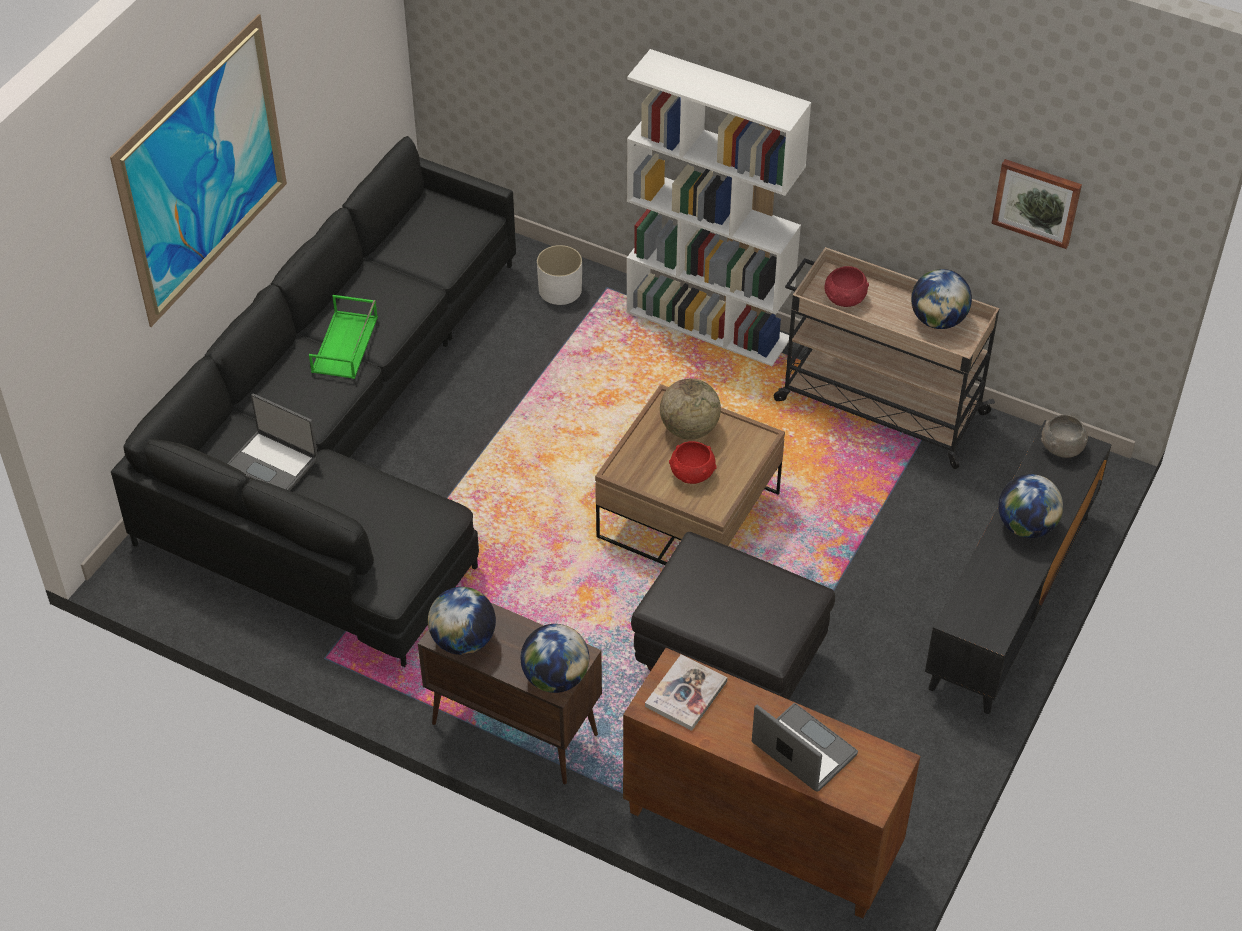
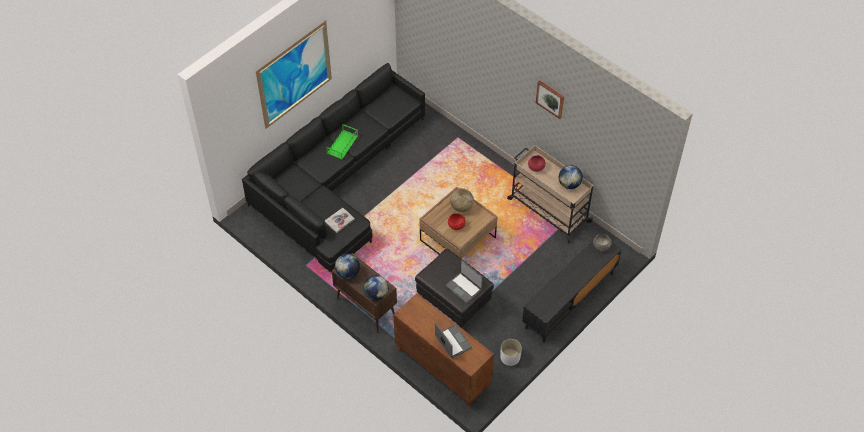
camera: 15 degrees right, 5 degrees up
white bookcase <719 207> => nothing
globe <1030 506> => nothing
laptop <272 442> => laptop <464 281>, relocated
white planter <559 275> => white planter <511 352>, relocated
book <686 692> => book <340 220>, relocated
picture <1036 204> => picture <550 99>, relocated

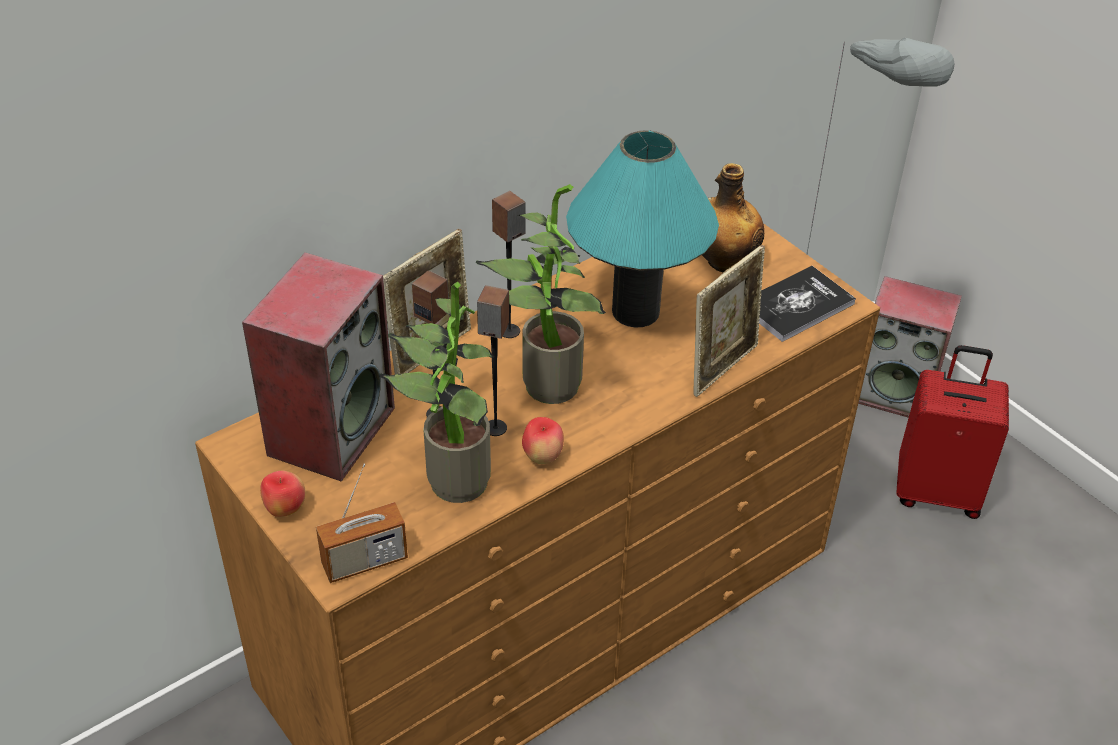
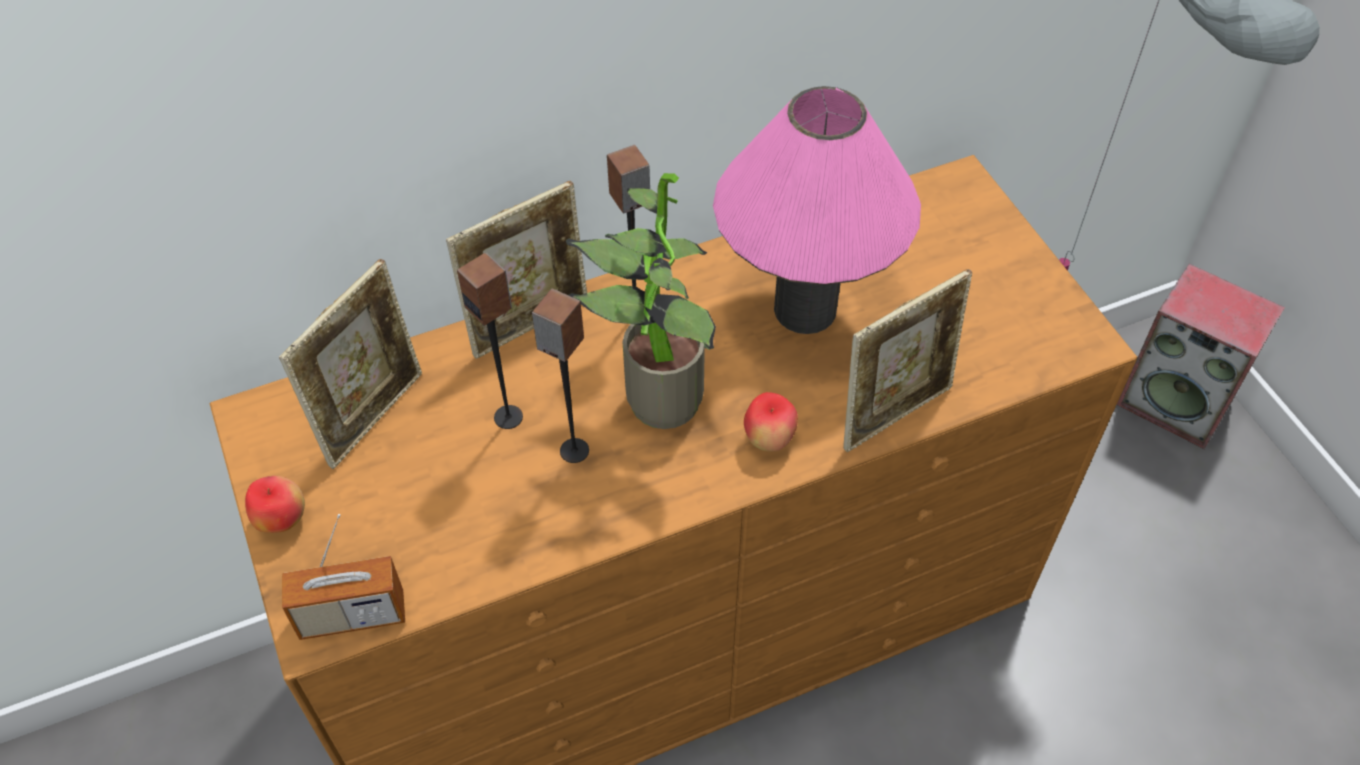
camera: 15 degrees right, 10 degrees up
potted plant <437 392> => nothing
bottle <733 217> => nothing
book <807 304> => nothing
red suitcase <952 432> => nothing
apple <543 440> => apple <771 422>, relocated
speaker <318 366> => picture frame <350 364>
turquoise table lamp <642 228> => pink table lamp <817 210>

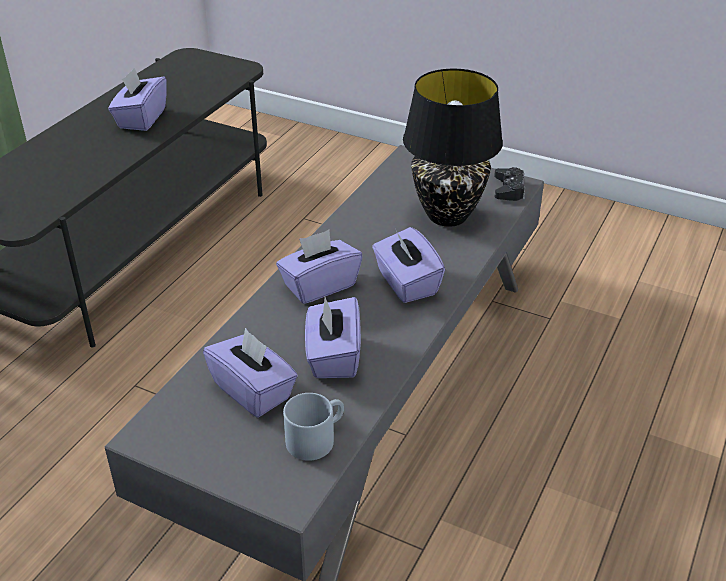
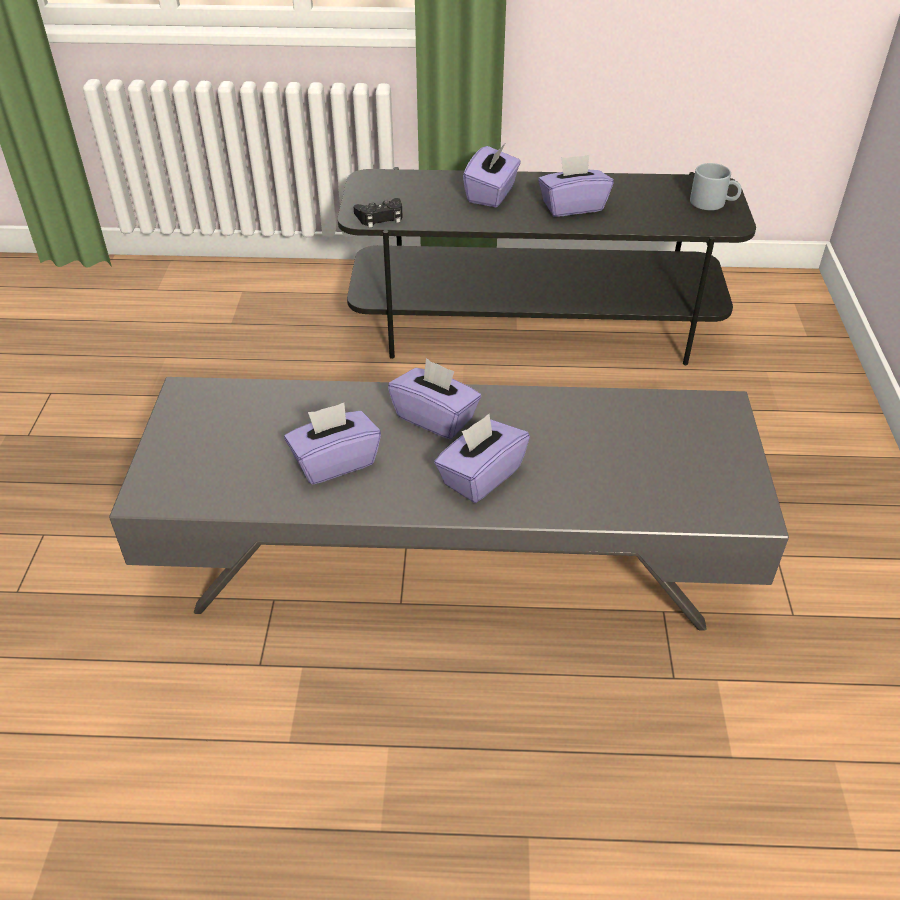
camera: 65 degrees right, 5 degrees up
black table lamp <453 148> => nothing
purple tissue box <250 372> => purple tissue box <492 175>, relocated
grey mug <313 427> => grey mug <716 186>, relocated
black game controller <509 184> => black game controller <378 213>, relocated

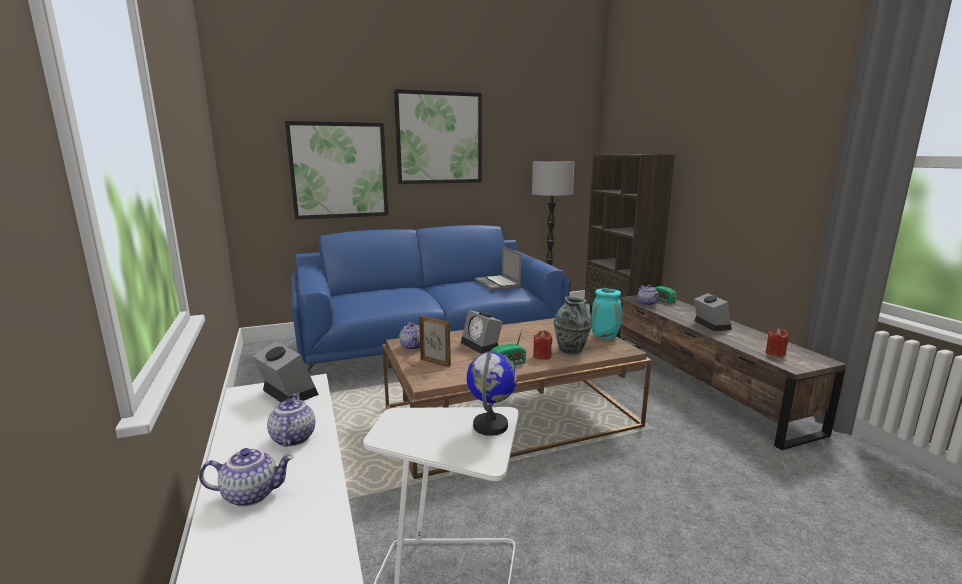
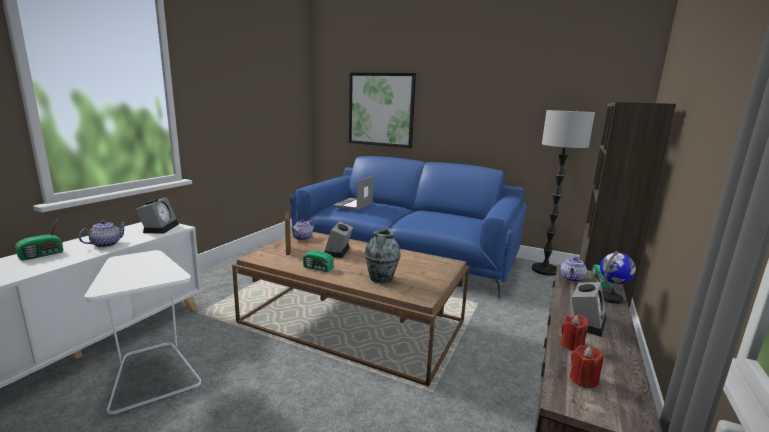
camera: 45 degrees right, 0 degrees up
picture <438 136> => nothing
turquoise vase <606 313> => nothing
globe <492 394> => globe <618 277>, relocated
laptop <498 268> => laptop <353 193>, relocated
red candle <542 345> => red candle <574 333>, relocated
teapot <246 477> => radio <39 239>

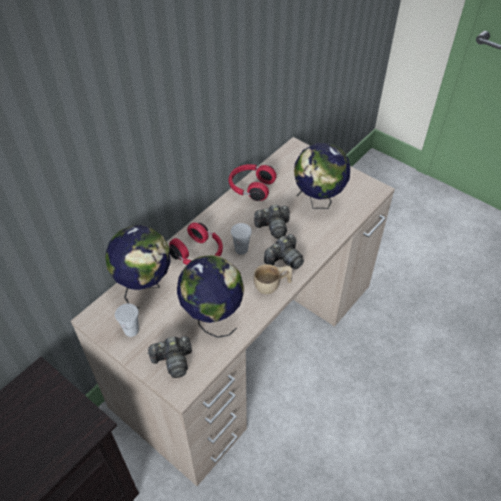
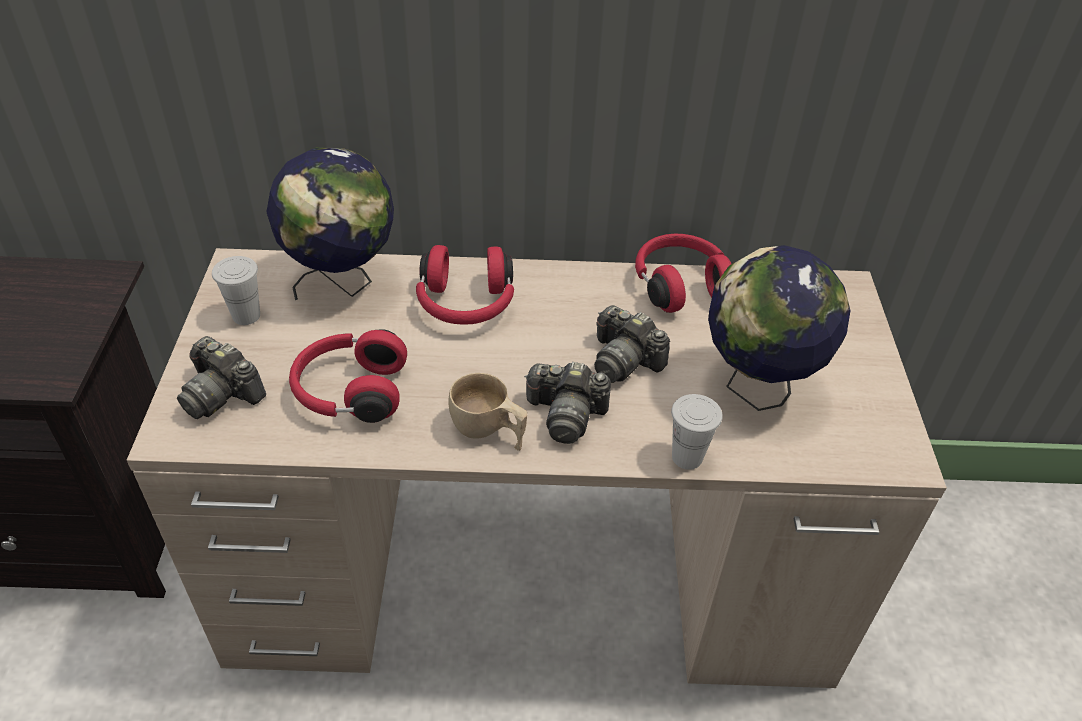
camera: 50 degrees right, 5 degrees down
white cup <241 239> => white cup <697 432>, relocated
globe <210 296> => red headphones <348 376>

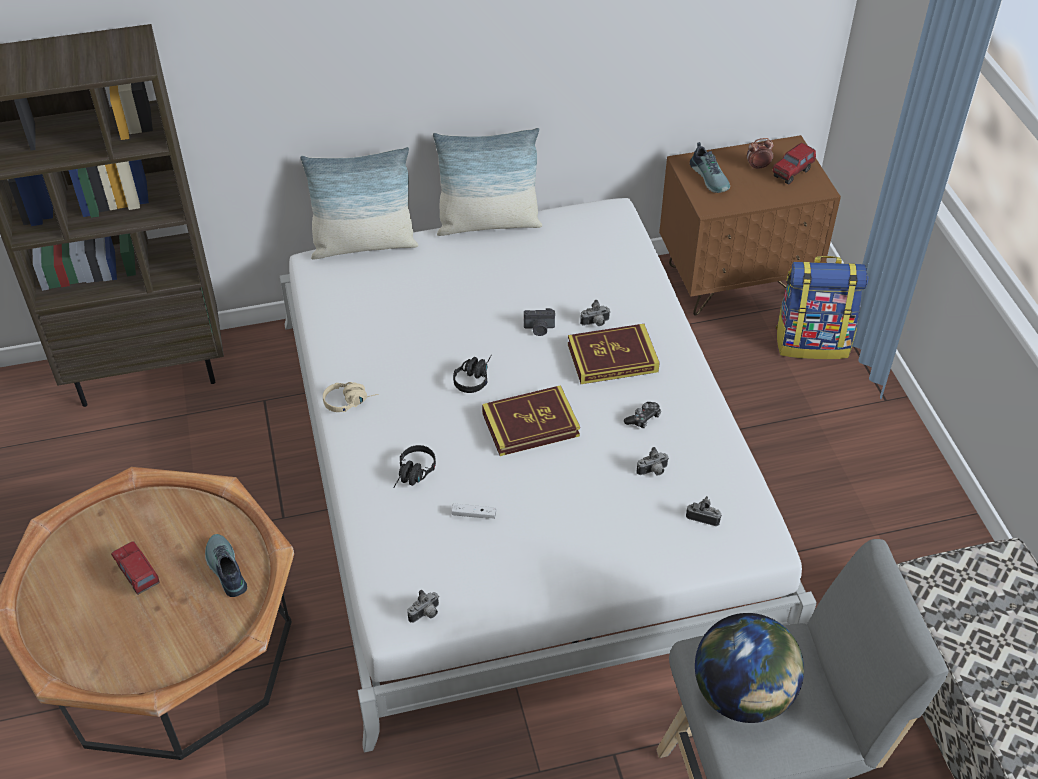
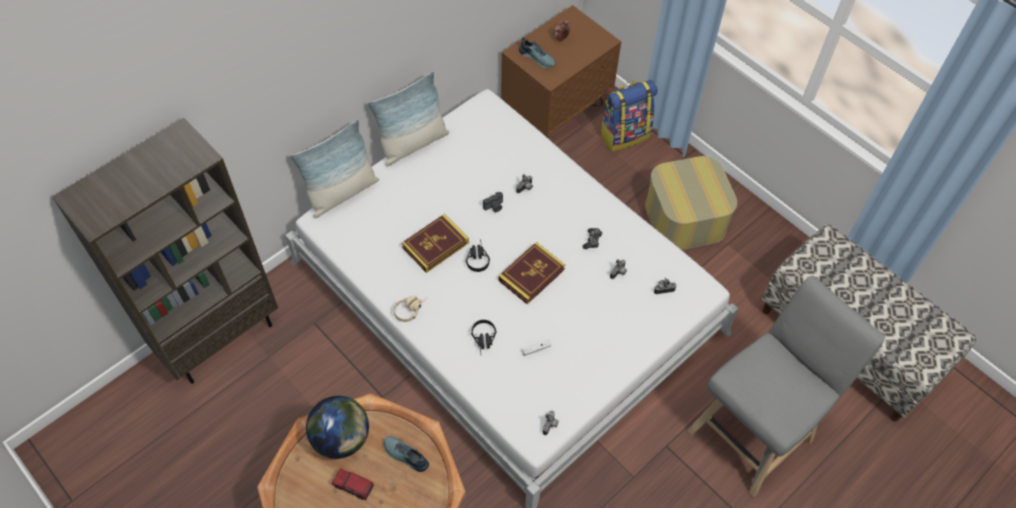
camera: 30 degrees left, 10 degrees up
toy truck <794 164> => nothing
nothing => ottoman <691 203>
book <614 354> => book <435 243>, relocated
globe <749 668> => globe <337 427>, relocated

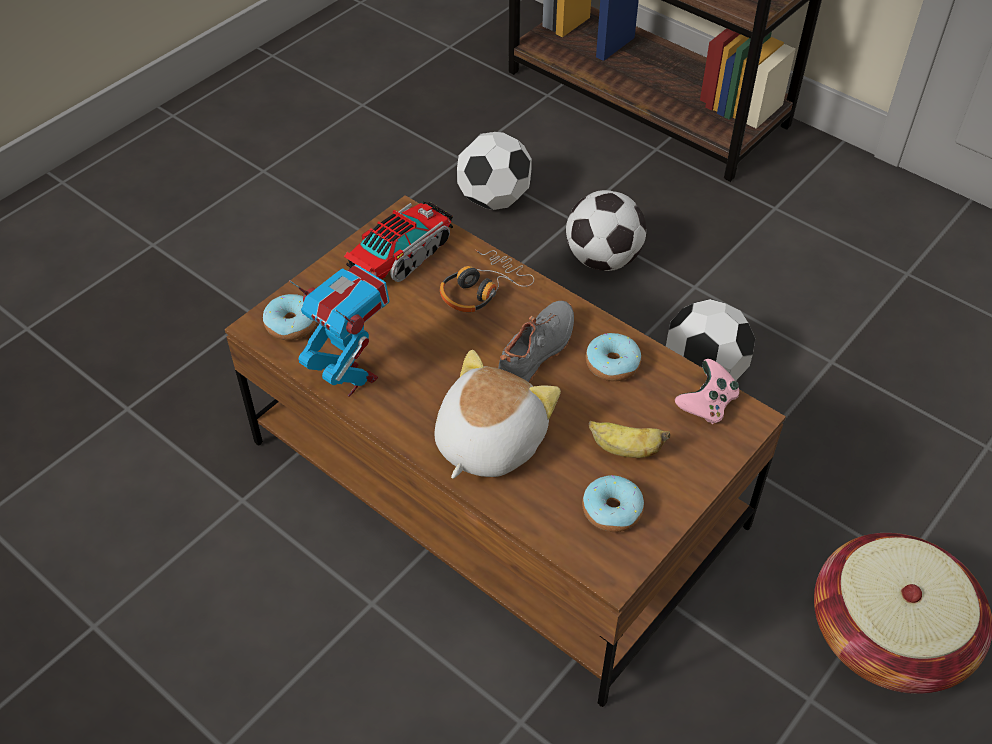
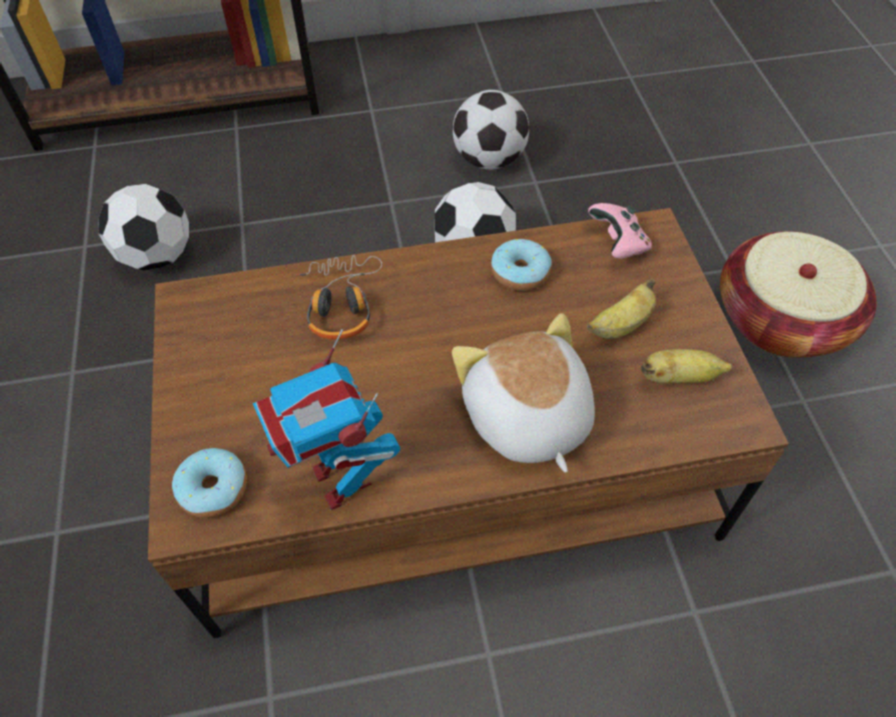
camera: 50 degrees left, 5 degrees up
toy truck <398 241> => nothing
grey shoe <536 341> => nothing
football <606 230> => football <491 130>, relocated
donut <613 503> => banana <687 366>
toy robot <339 330> => toy robot <326 419>, 105 degrees counterclockwise

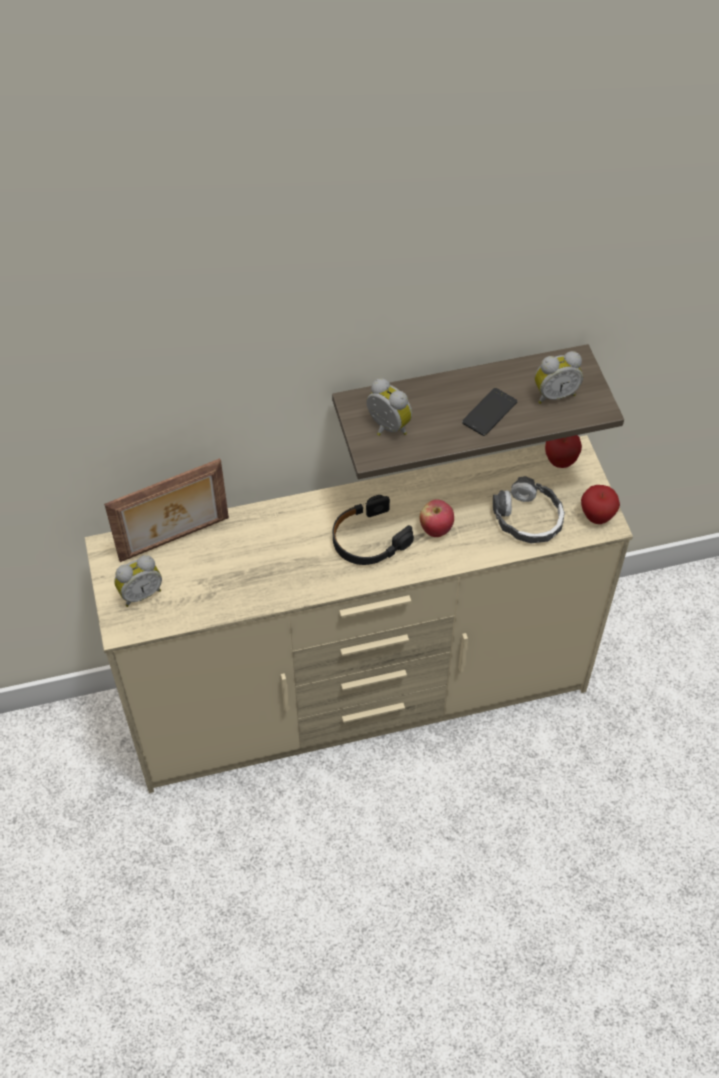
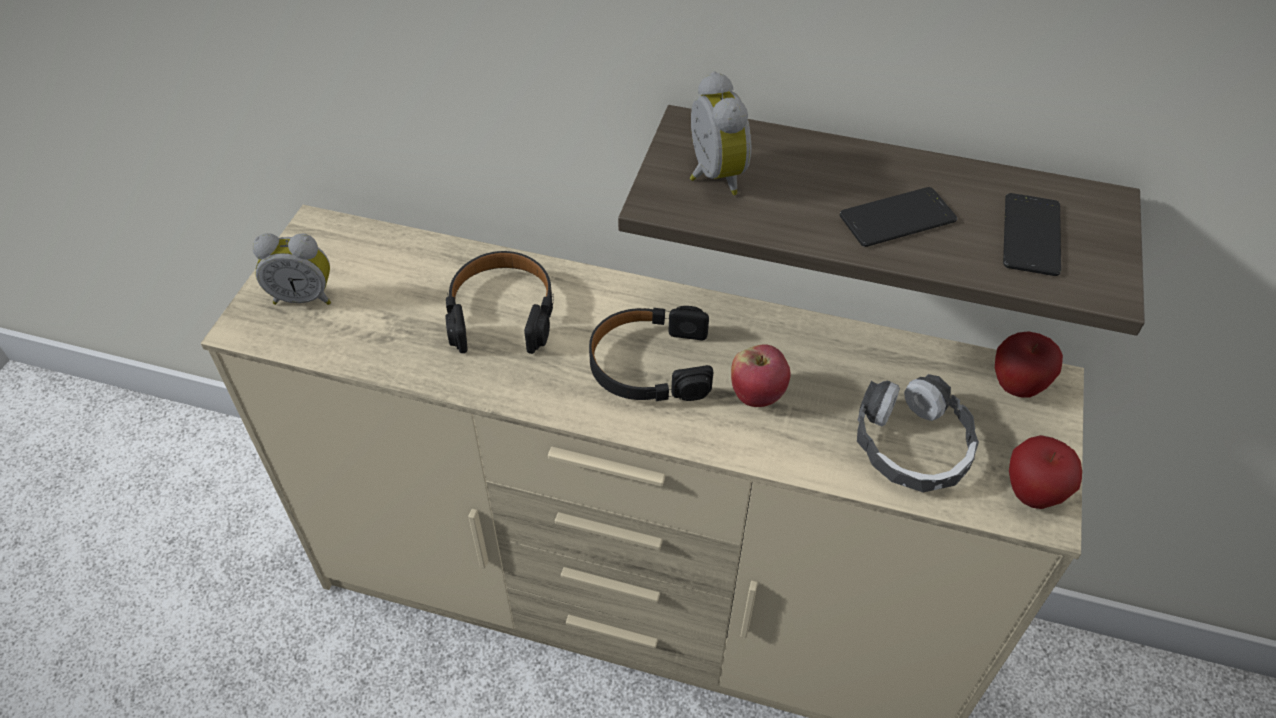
camera: 30 degrees right, 5 degrees down
picture frame <166 510> => nothing
nothing => black headphones <499 302>
alarm clock <559 377> => phone <1032 234>

